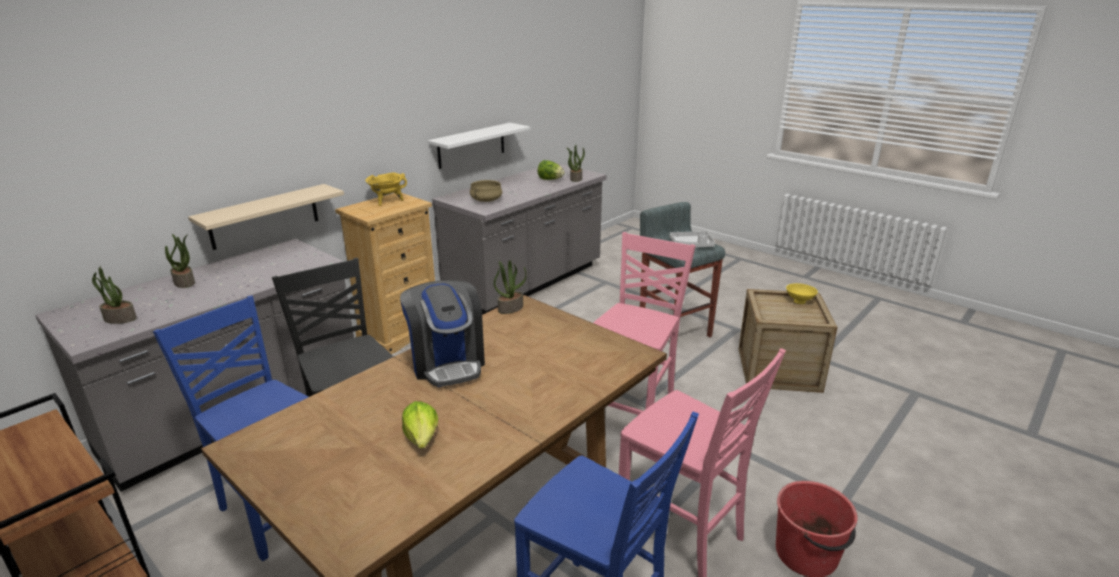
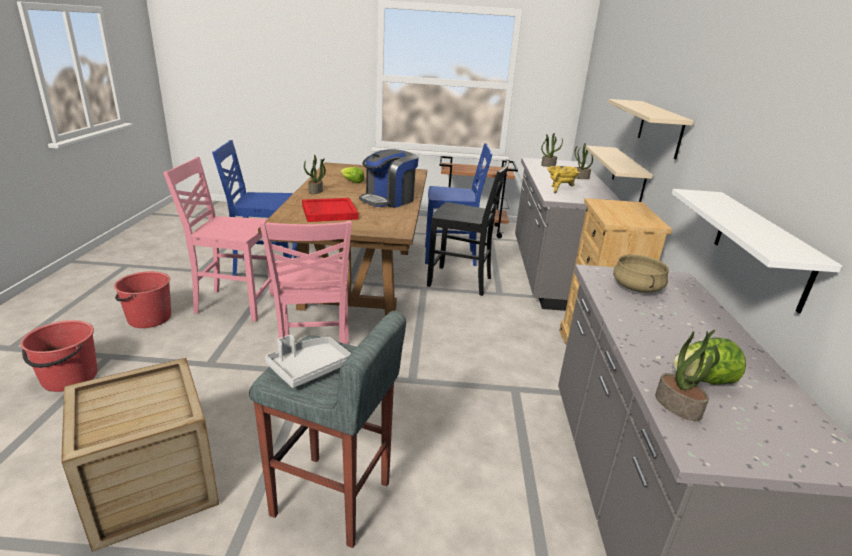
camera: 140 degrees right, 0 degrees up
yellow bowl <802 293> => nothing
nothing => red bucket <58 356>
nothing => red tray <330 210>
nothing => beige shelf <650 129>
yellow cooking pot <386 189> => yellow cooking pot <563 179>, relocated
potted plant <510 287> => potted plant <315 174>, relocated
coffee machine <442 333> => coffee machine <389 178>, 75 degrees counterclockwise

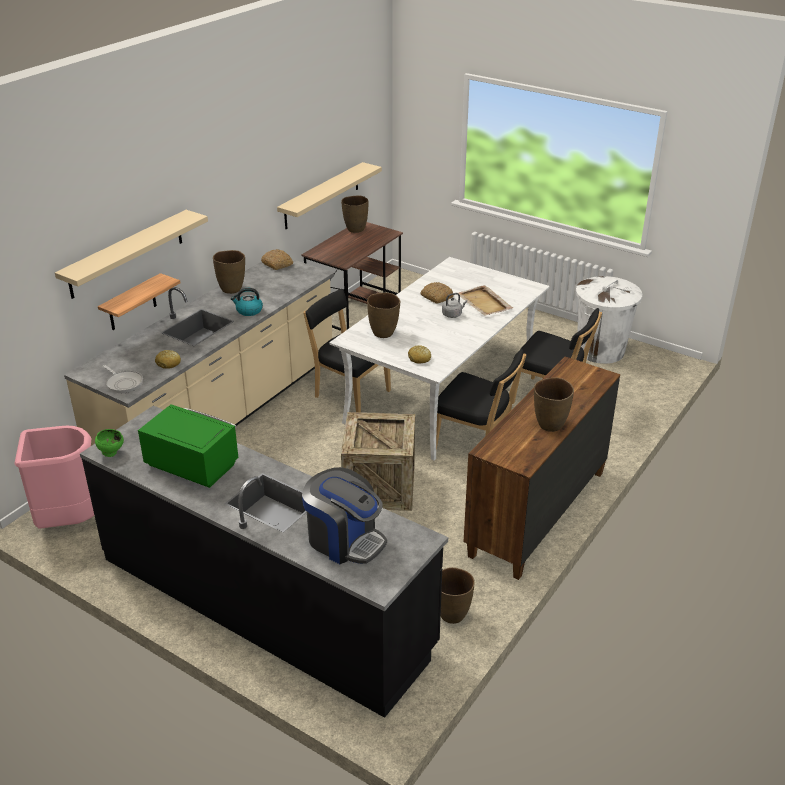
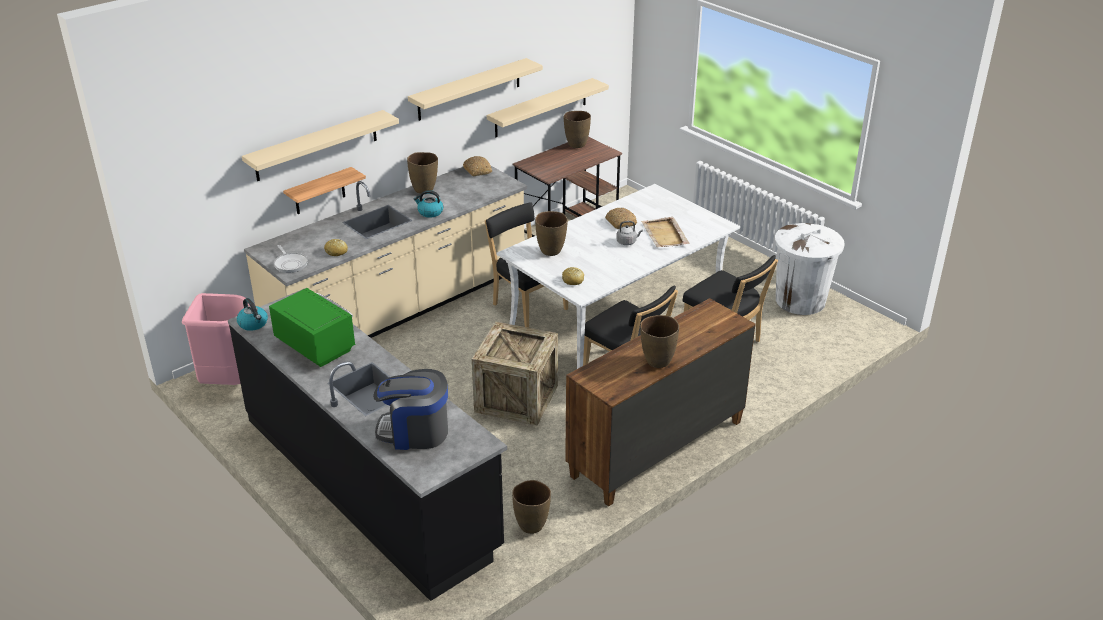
camera: 15 degrees right, 0 degrees up
nothing => beige shelf <475 89>
green bowl <109 443> => kettle <252 314>
coffee machine <344 515> => coffee machine <410 409>, 135 degrees clockwise

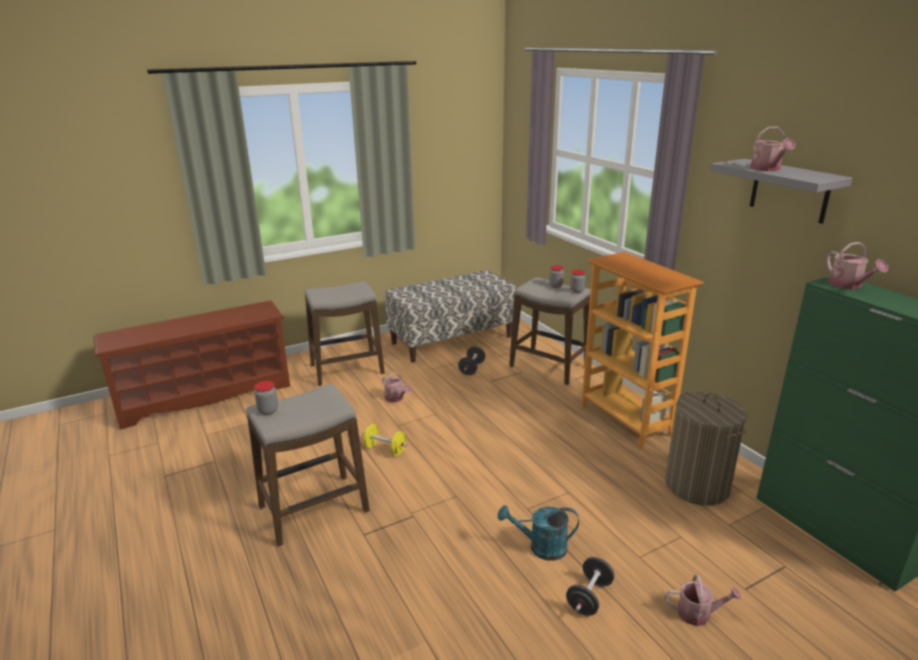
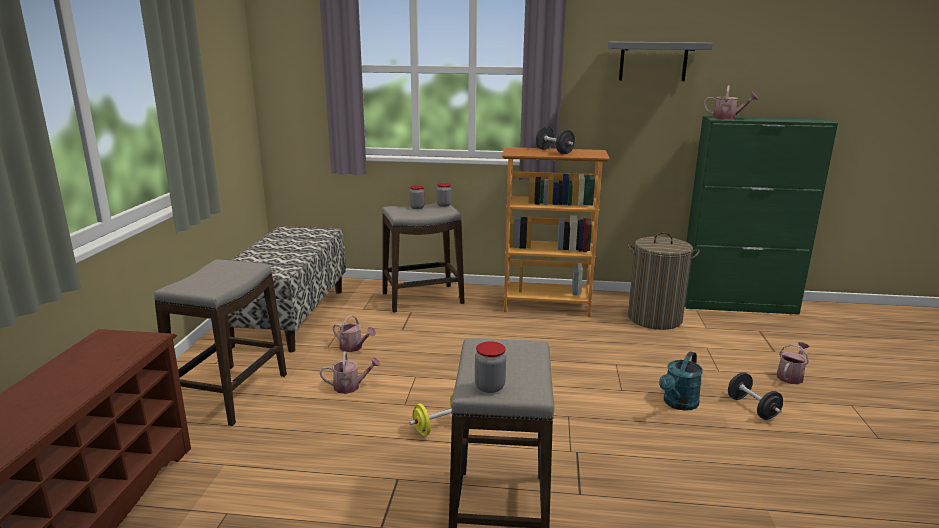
camera: 55 degrees left, 5 degrees down
black dumbbell <471 360> => black dumbbell <555 140>, relocated
watering can <773 149> => watering can <354 333>, relocated

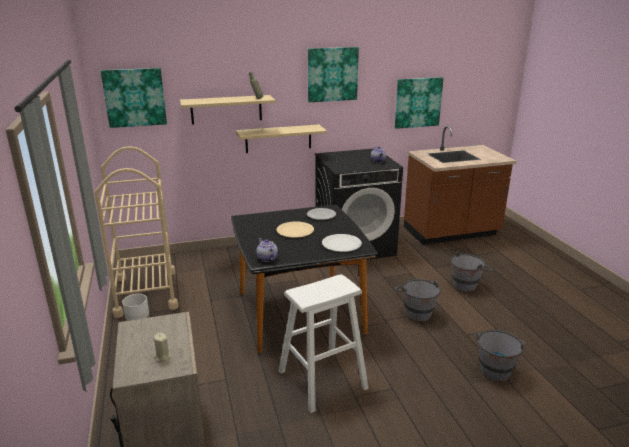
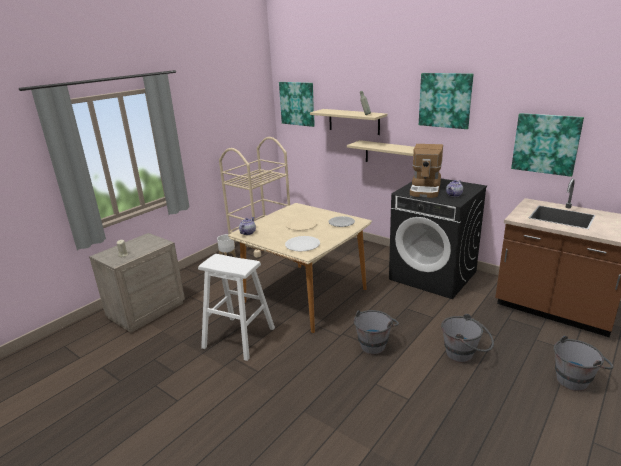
camera: 55 degrees right, 0 degrees up
nothing => coffee machine <426 171>
grey bucket <500 356> => grey bucket <584 363>, relocated
black dining table <304 279> => beige dining table <300 268>

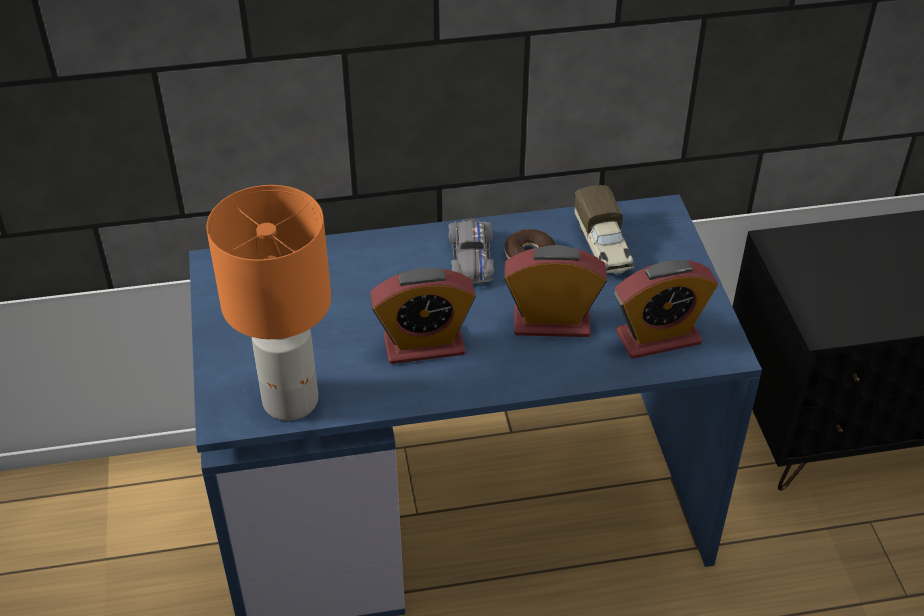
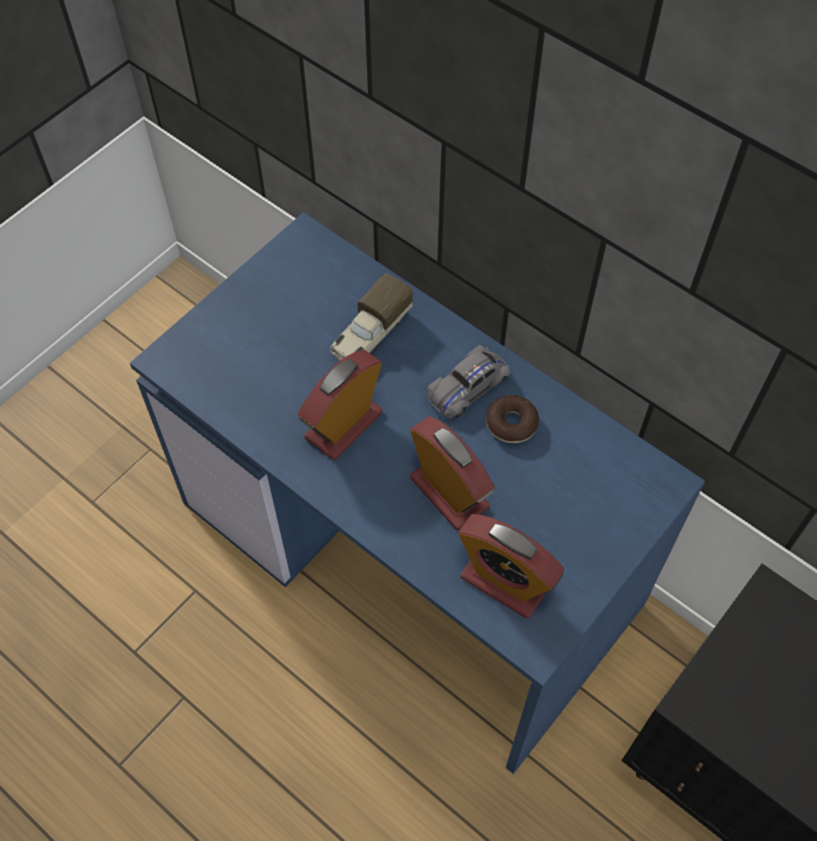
camera: 50 degrees right, 15 degrees up
orange table lamp <268 303> => nothing
toy truck <604 229> => toy truck <371 317>, relocated
alarm clock <423 316> => alarm clock <340 405>, 90 degrees clockwise

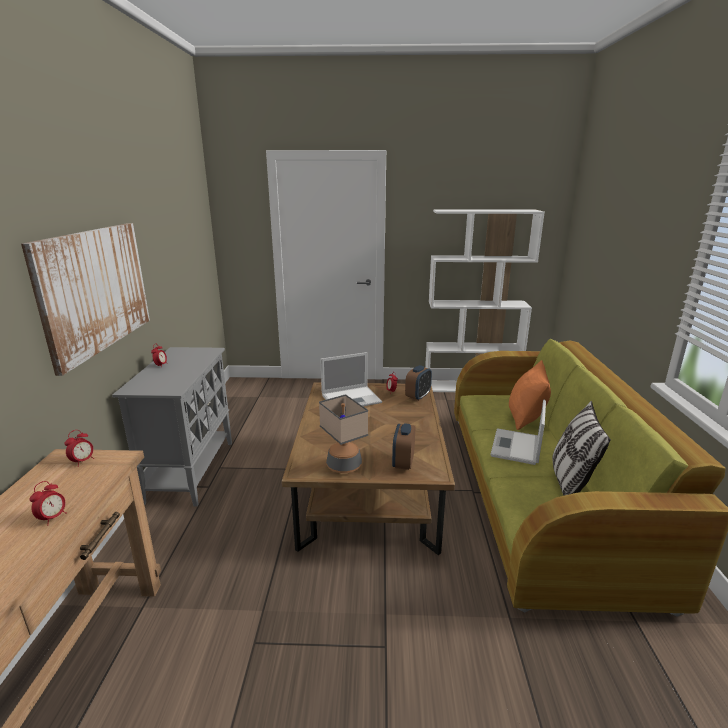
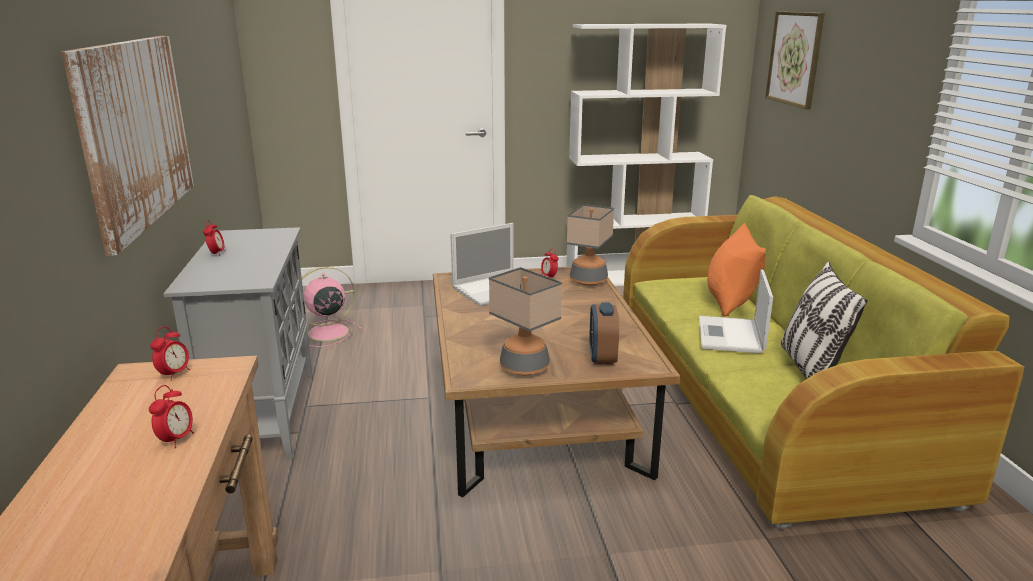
camera: 10 degrees left, 0 degrees up
nothing => pink fan <332 307>
nothing => picture <795 60>
alarm clock <418 383> => table lamp <590 245>

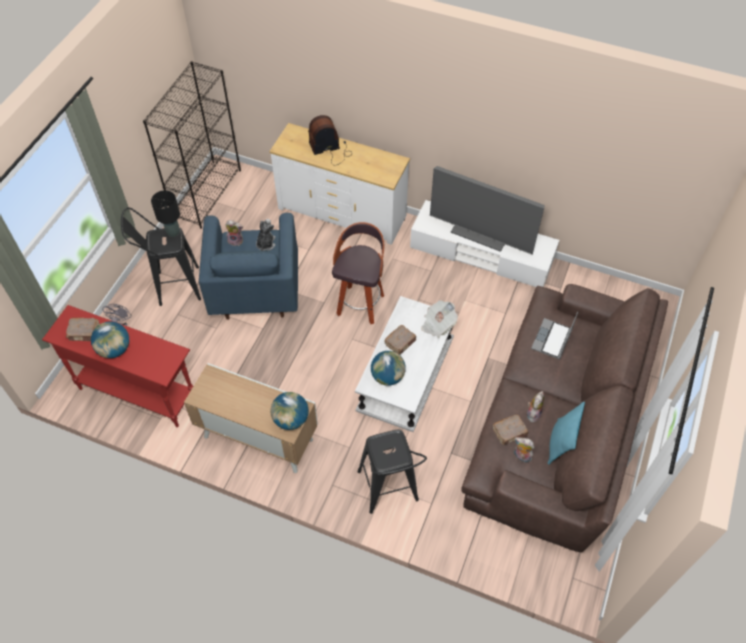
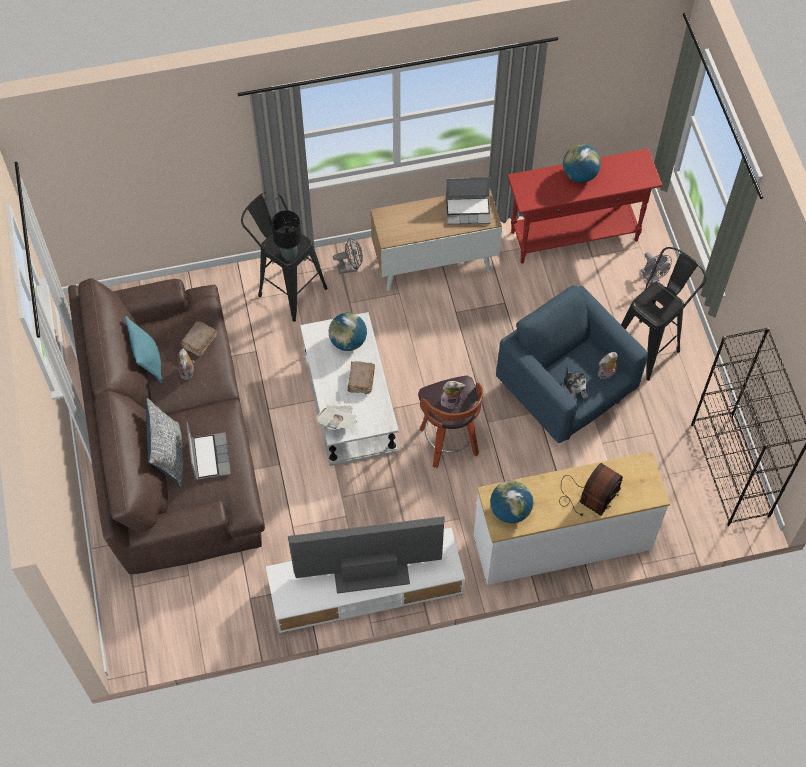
camera: 145 degrees right, 5 degrees up
brown book <82 329> => nothing
nothing => pillow <164 442>
nothing => grey fan <348 255>
nothing => laptop <468 201>
black table lamp <165 213> => black table lamp <286 235>, relocated
globe <289 411> => globe <511 501>, relocated
plush toy <524 450> => plush toy <453 395>, relocated

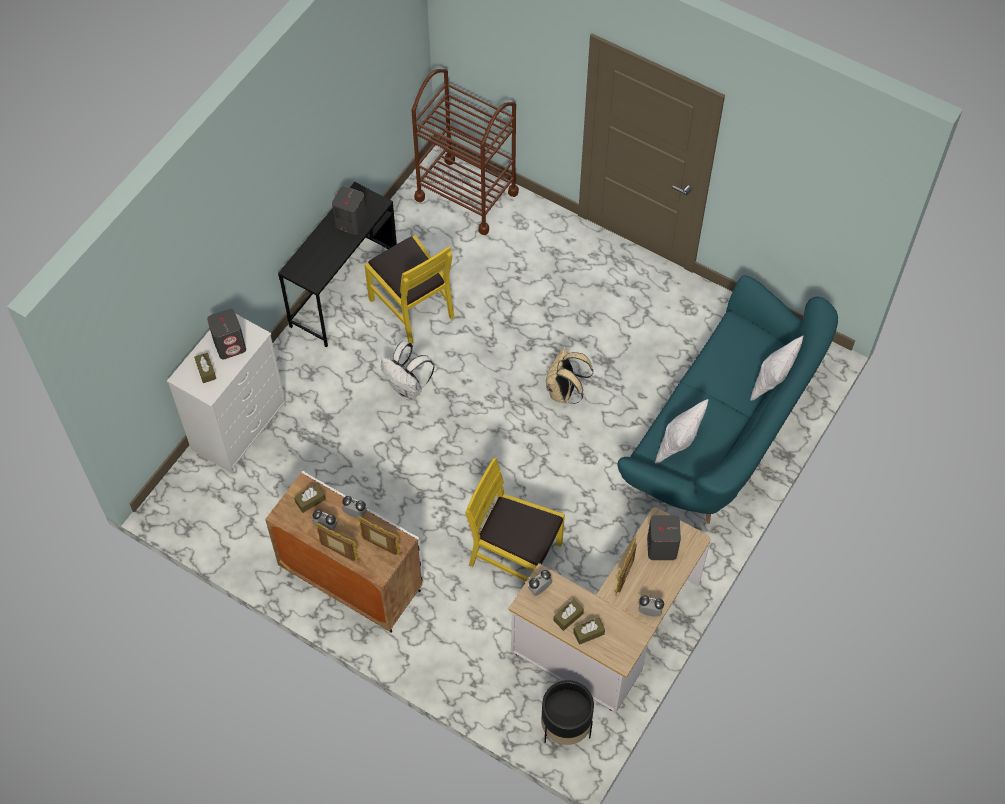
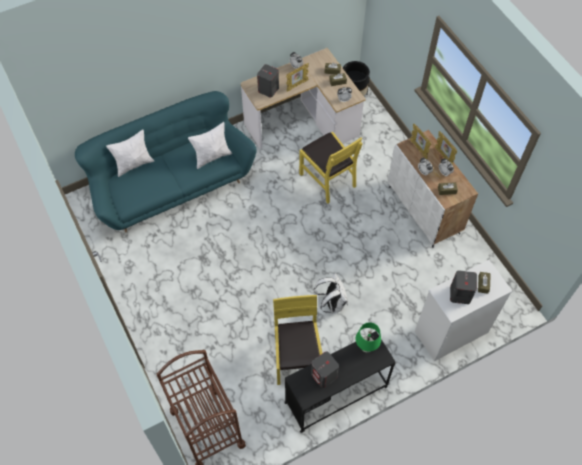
camera: 150 degrees left, 0 degrees up
beige backpack <569 375> => nothing
nothing => green table lamp <368 337>

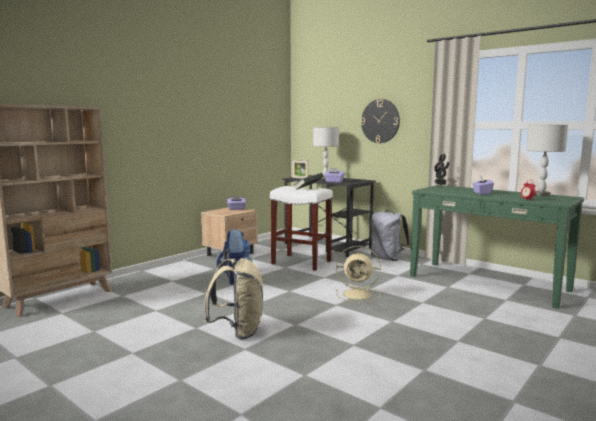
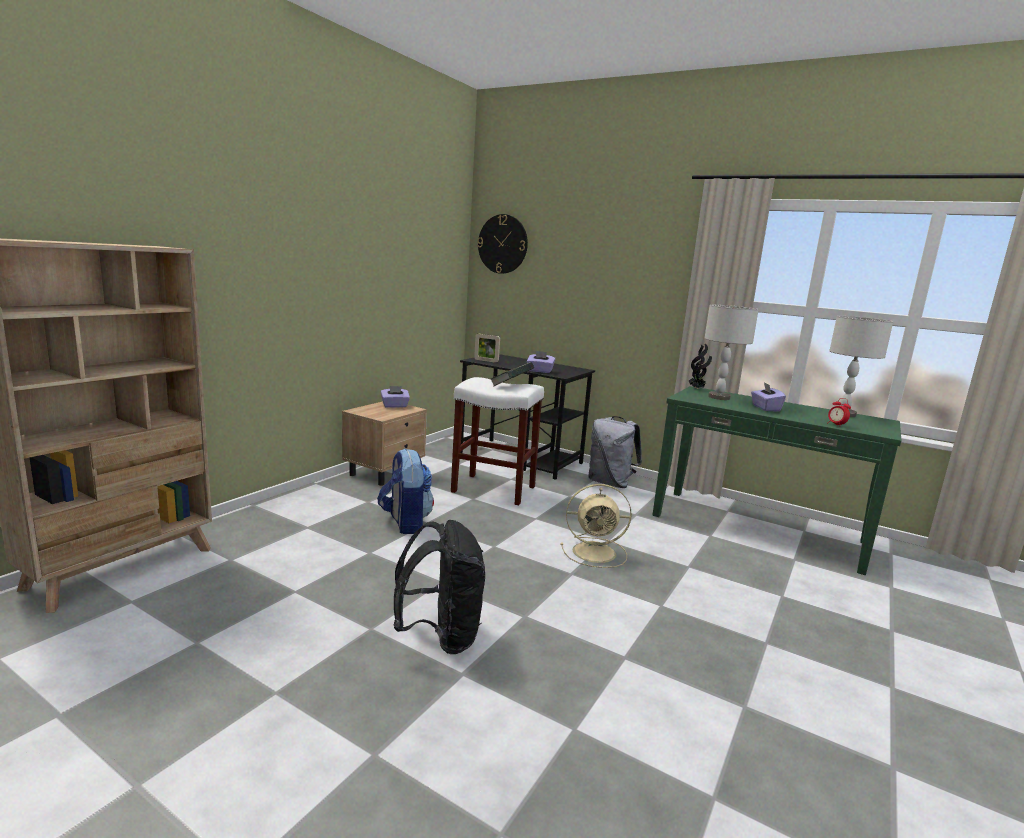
camera: 10 degrees left, 5 degrees up
grey table lamp <326 153> => grey table lamp <732 352>, relocated
wall clock <380 121> => wall clock <502 244>, relocated
beige backpack <233 299> => black backpack <439 587>

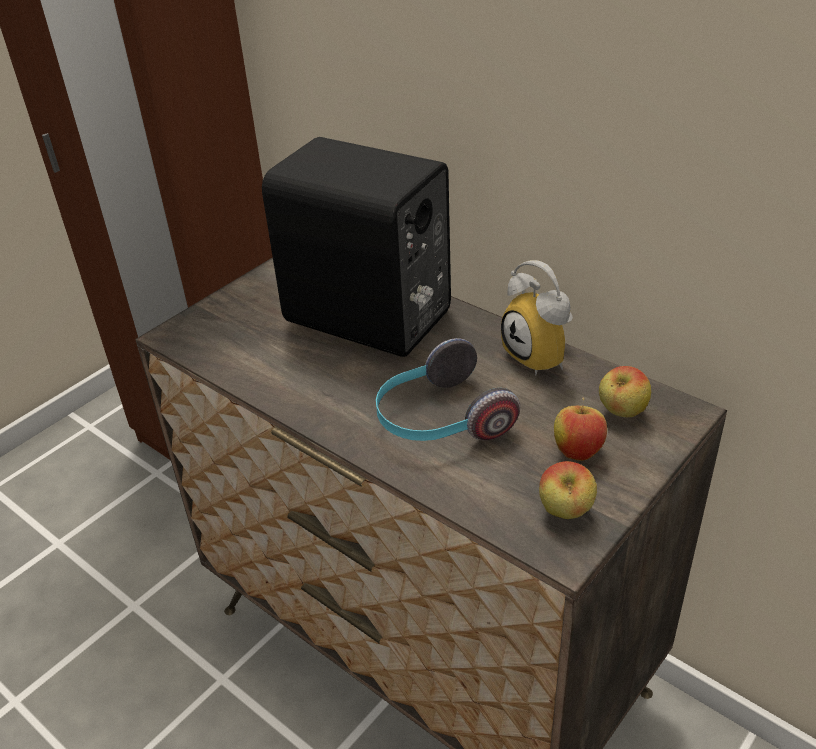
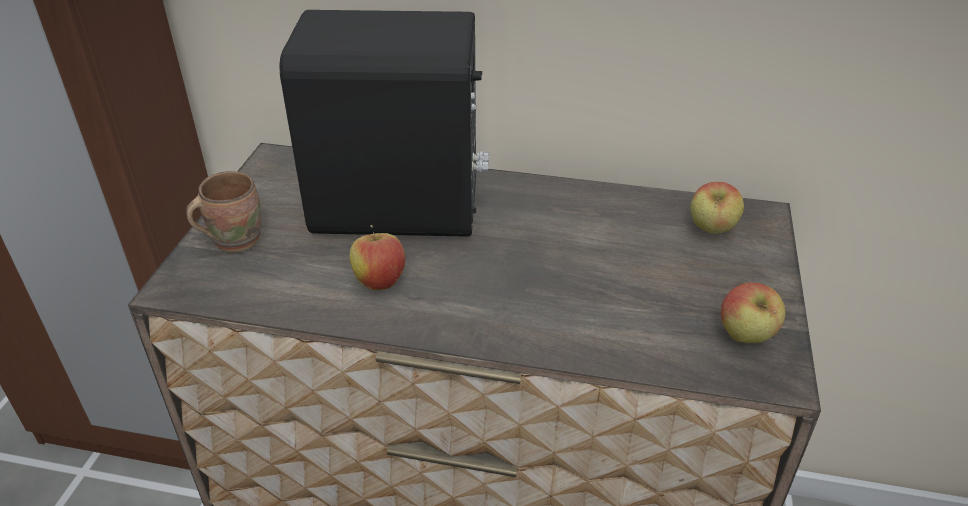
camera: 30 degrees left, 0 degrees up
headphones <448 389> => nothing
alarm clock <537 318> => nothing
nothing => brown mug <223 212>
apple <580 429> => apple <377 257>, relocated

